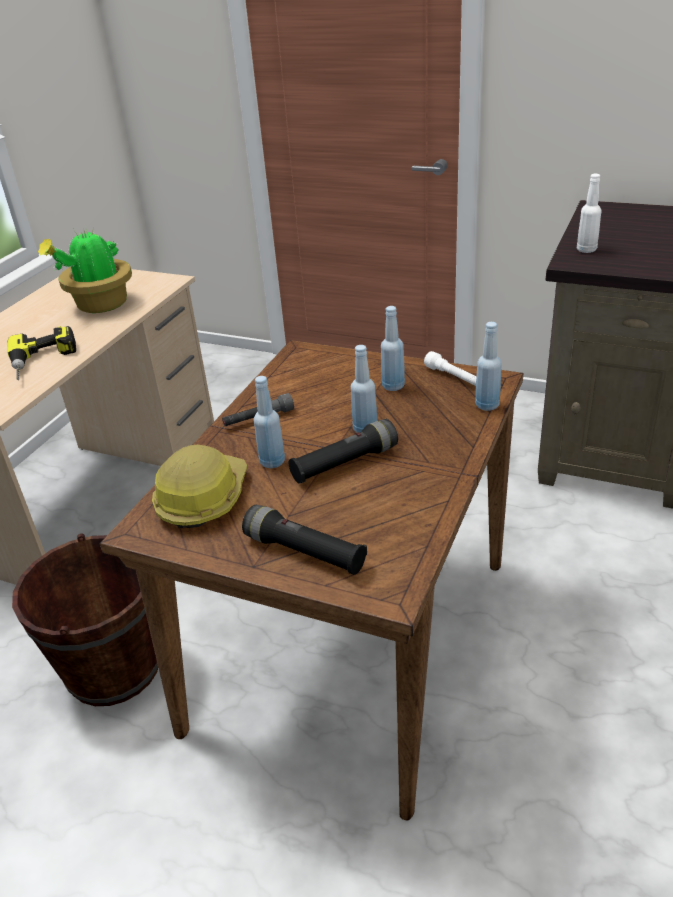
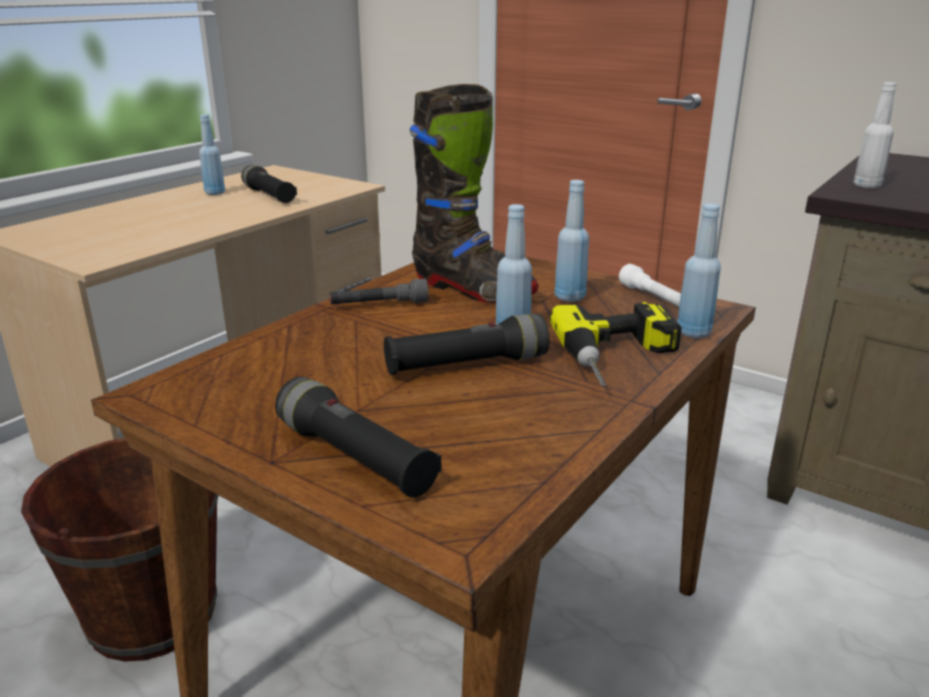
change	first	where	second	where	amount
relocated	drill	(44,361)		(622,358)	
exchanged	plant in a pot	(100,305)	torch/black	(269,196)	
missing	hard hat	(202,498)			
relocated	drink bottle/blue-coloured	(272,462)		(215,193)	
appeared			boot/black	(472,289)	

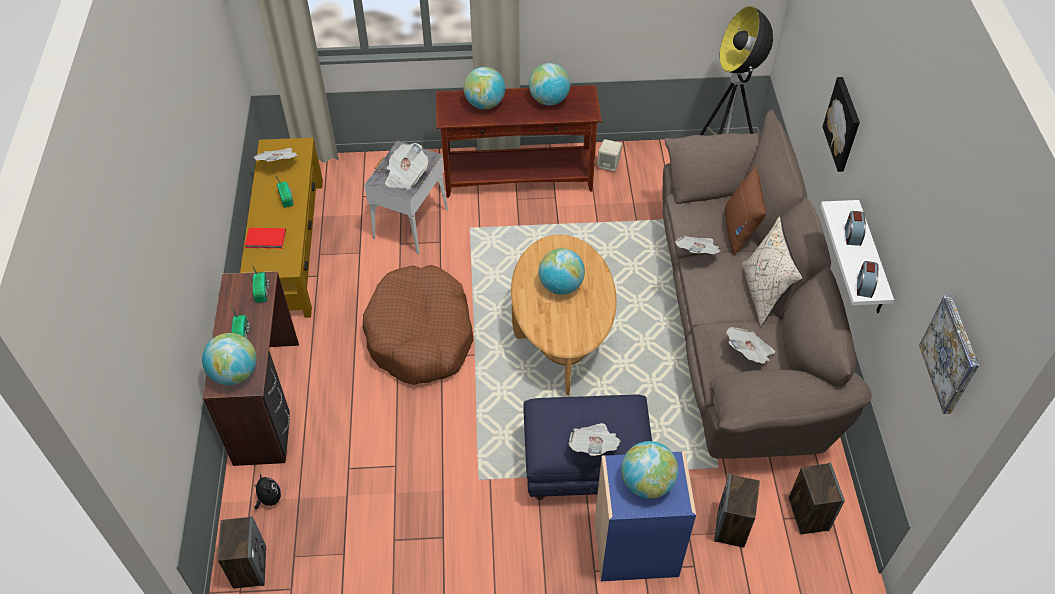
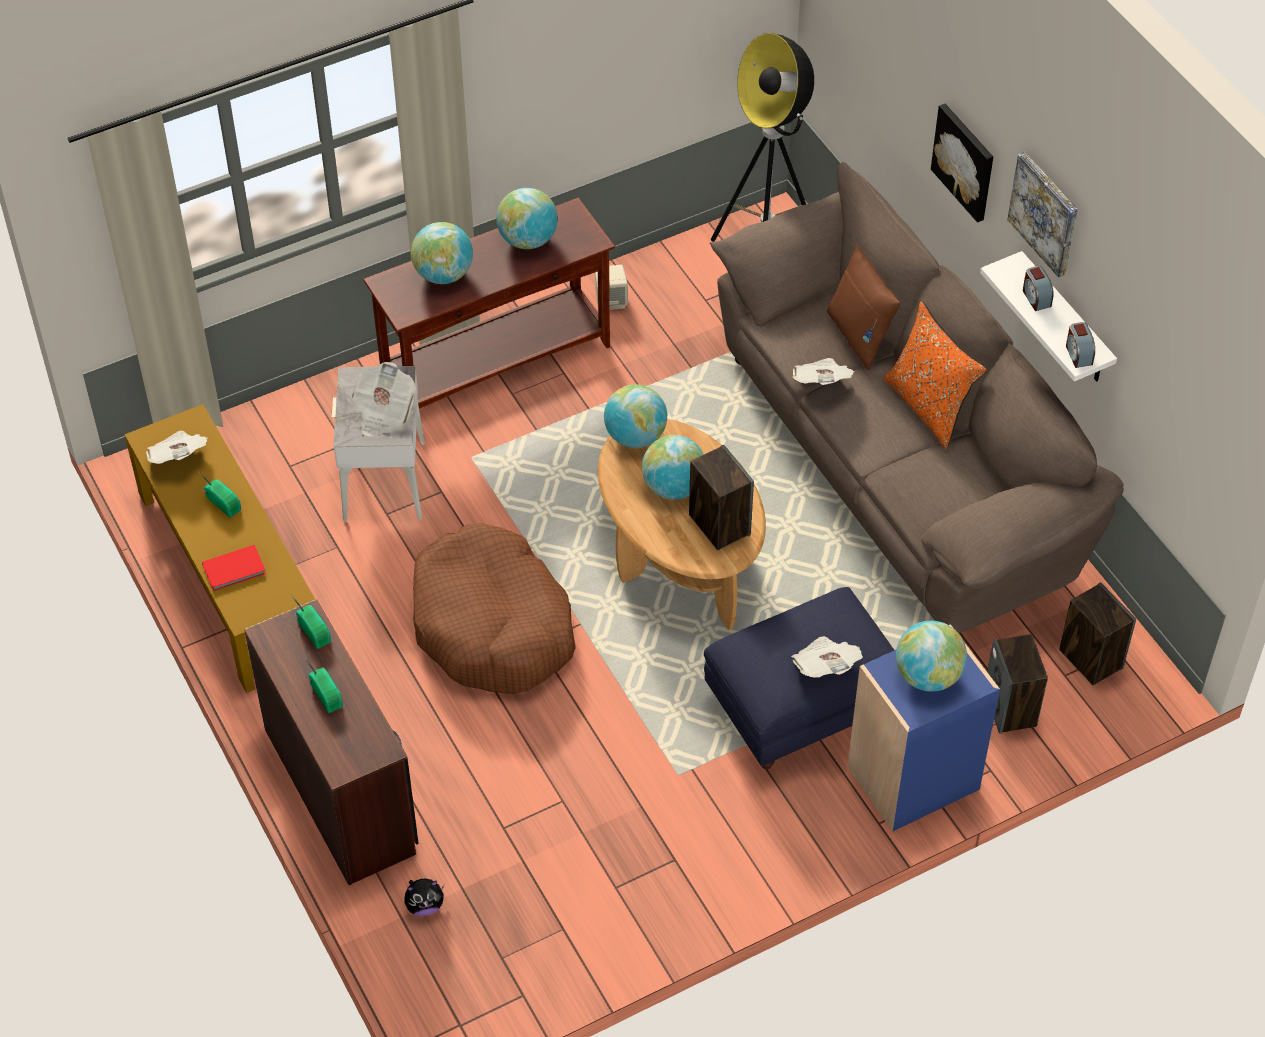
change	first	where	second	where	amount
relocated	world globe	(235,373)		(635,436)	
relocated	audio speaker	(249,567)		(718,524)	
spun	soft toy	(269,499)		(424,906)	135 degrees clockwise
missing	newspaper	(749,353)			
colour	cushion/beige-coloured	(763,294)	cushion/orange	(929,406)	
relocated	wall picture	(951,354)		(1045,213)	

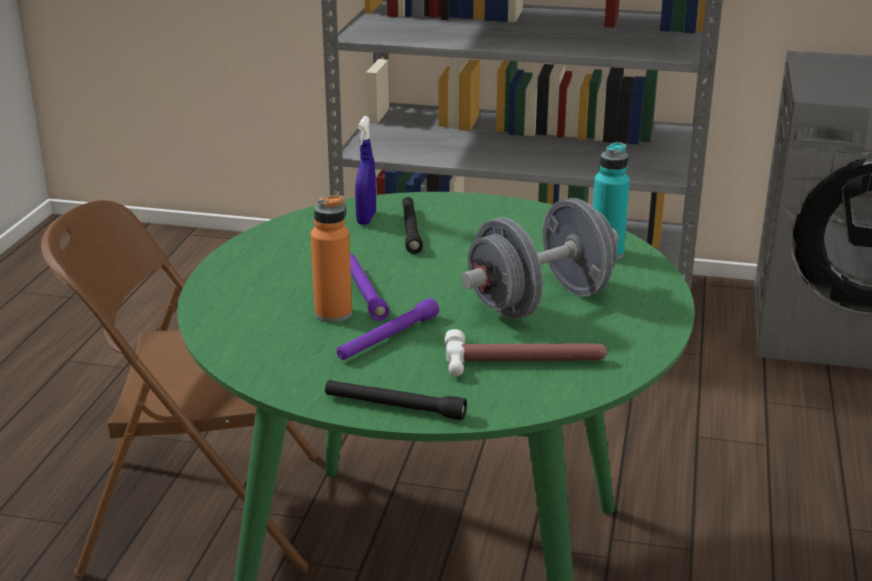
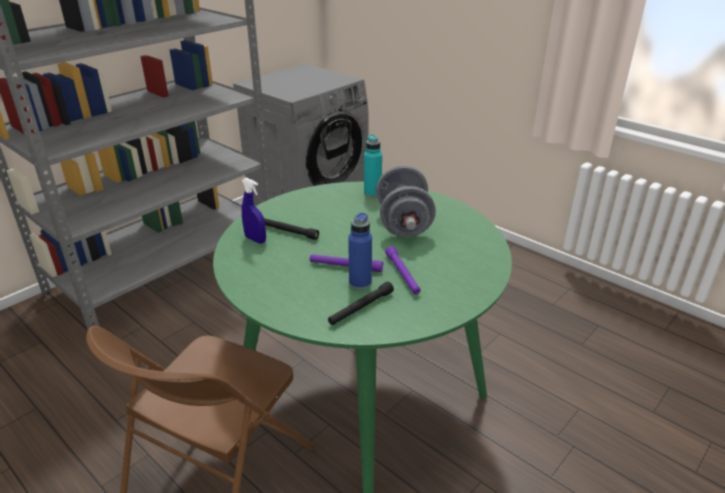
change	first	where	second	where	amount
colour	drink bottle/orange	(333,314)	drink bottle/blue-coloured	(360,283)	
relocated	torch/black	(394,407)		(361,308)	
missing	tool hammer	(526,363)			

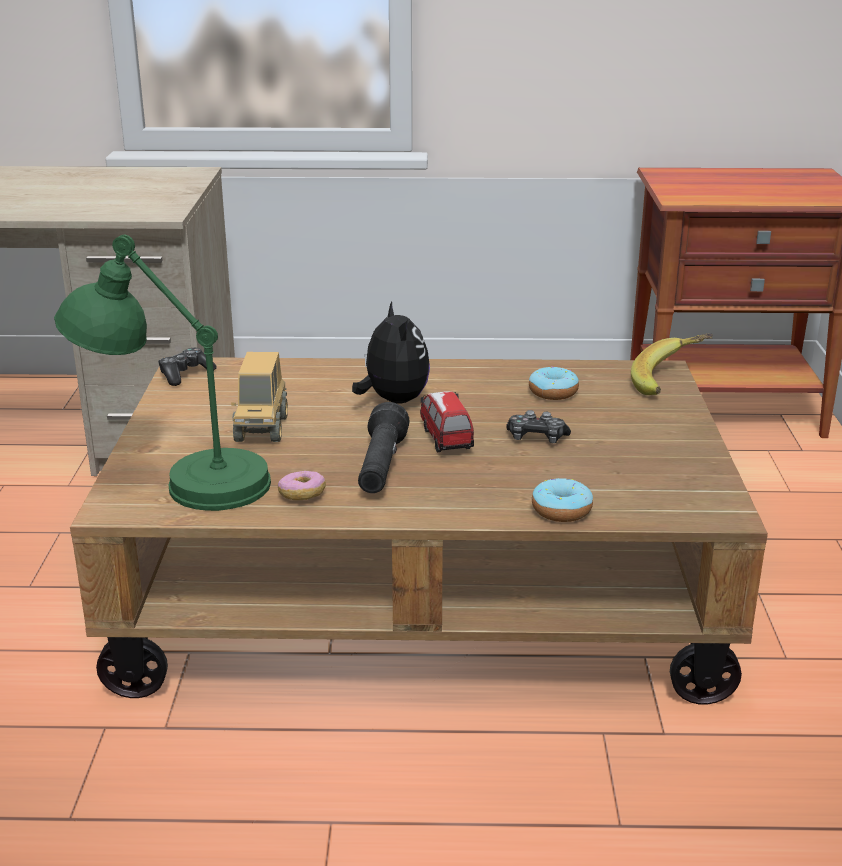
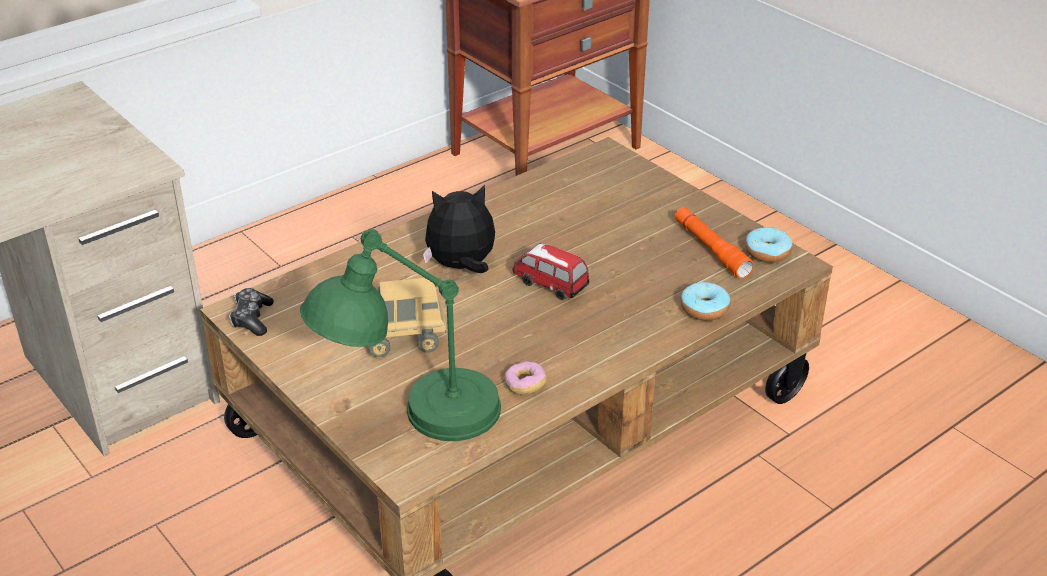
change	first	where	second	where	amount
spun	model truck	(261,429)		(403,342)	120 degrees clockwise
spun	soft toy	(393,400)		(461,267)	45 degrees counterclockwise
missing	torch/black	(381,467)			
missing	joypad	(536,438)			
relocated	doughnut	(553,392)		(767,252)	
missing	banana	(671,383)			
appeared			torch/orange	(711,249)	

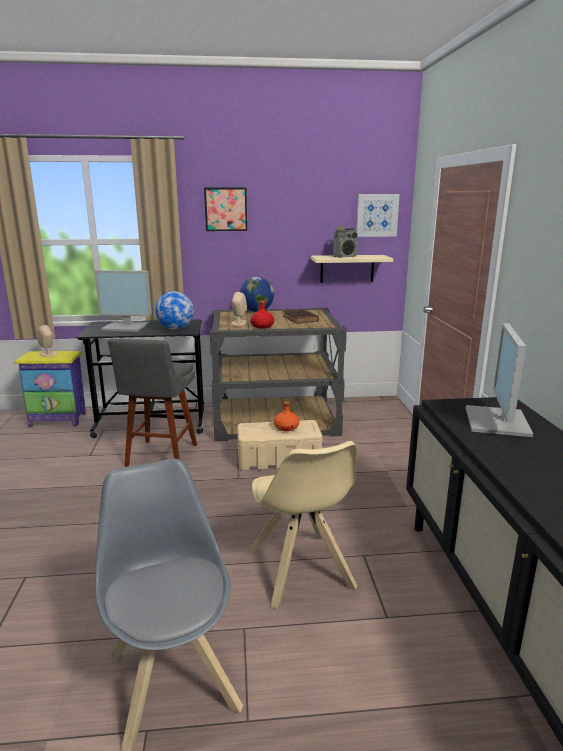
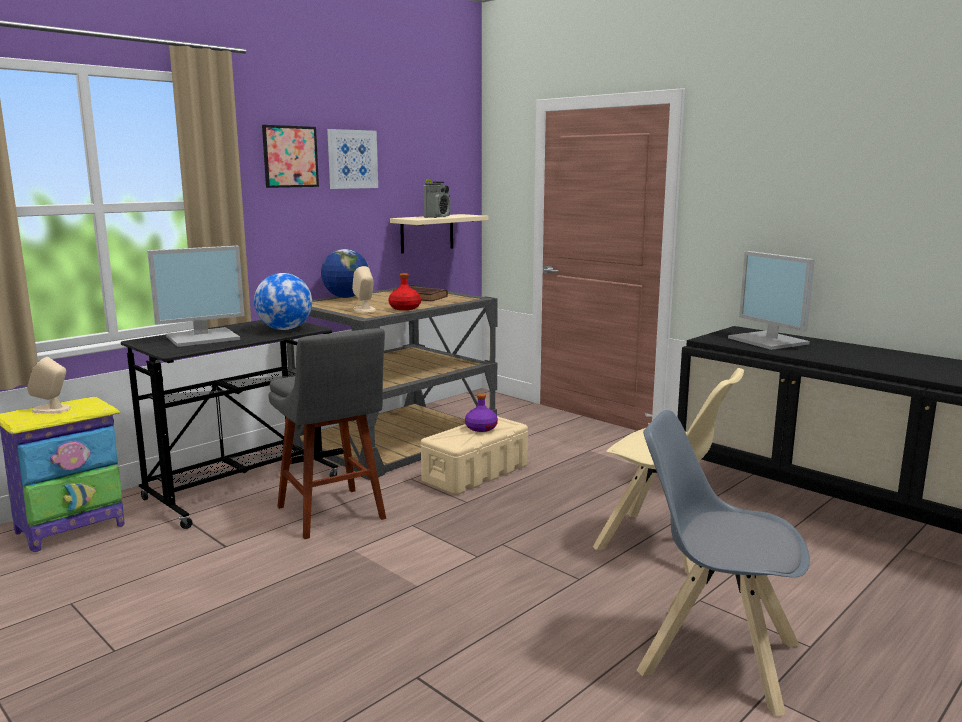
change	first	where	second	where	amount
colour	drink bottle/orange	(286,427)	drink bottle/purple-coloured	(481,428)	
relocated	wall picture	(377,215)		(352,159)	

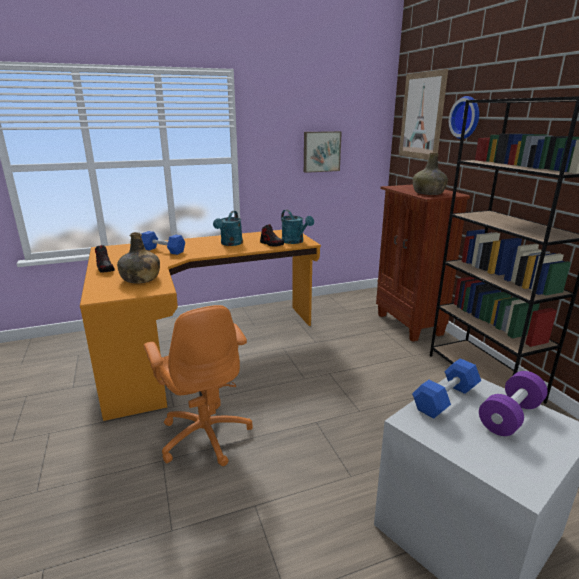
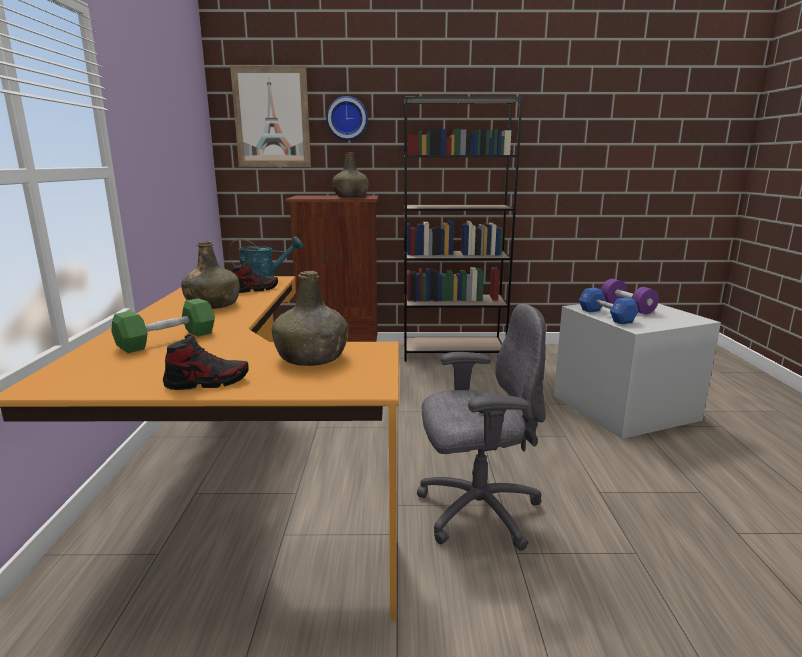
change	first	where	second	where	amount
colour	hand weight/blue-coloured	(163,250)	hand weight/green-coloured	(167,340)	
colour	computer chair/orange	(205,434)	computer chair/grey	(476,511)	
exchanged	sprinkling can/turquoise	(230,244)	drink bottle/green-coloured	(213,305)	
missing	wall picture	(321,151)			

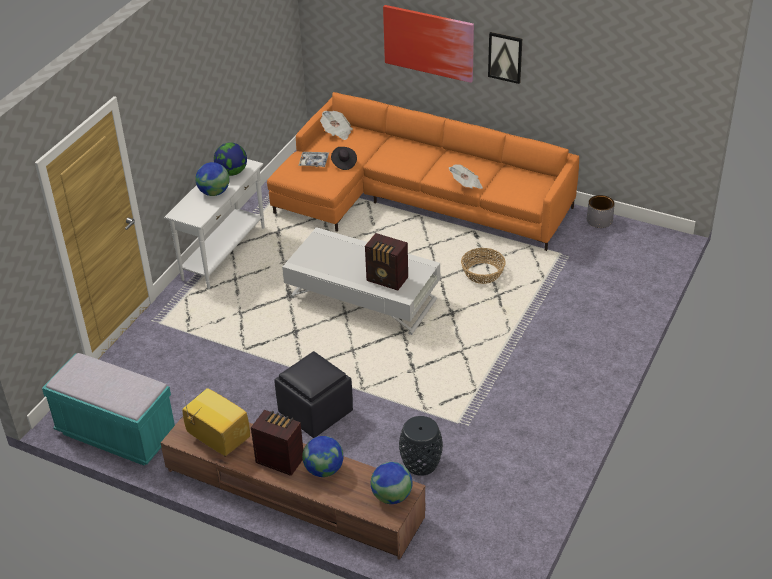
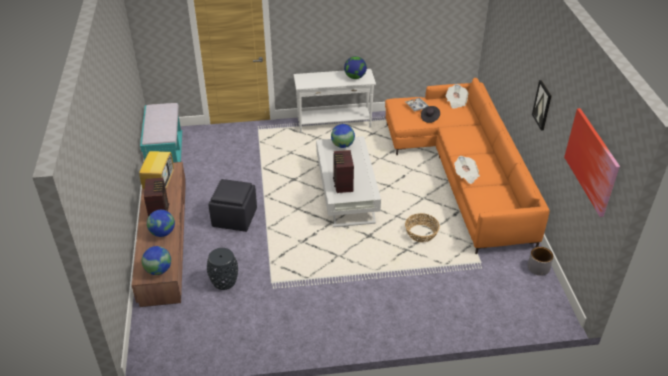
change	first	where	second	where	amount
relocated	world globe	(214,192)		(342,145)	
relocated	wall picture	(429,42)		(592,161)	

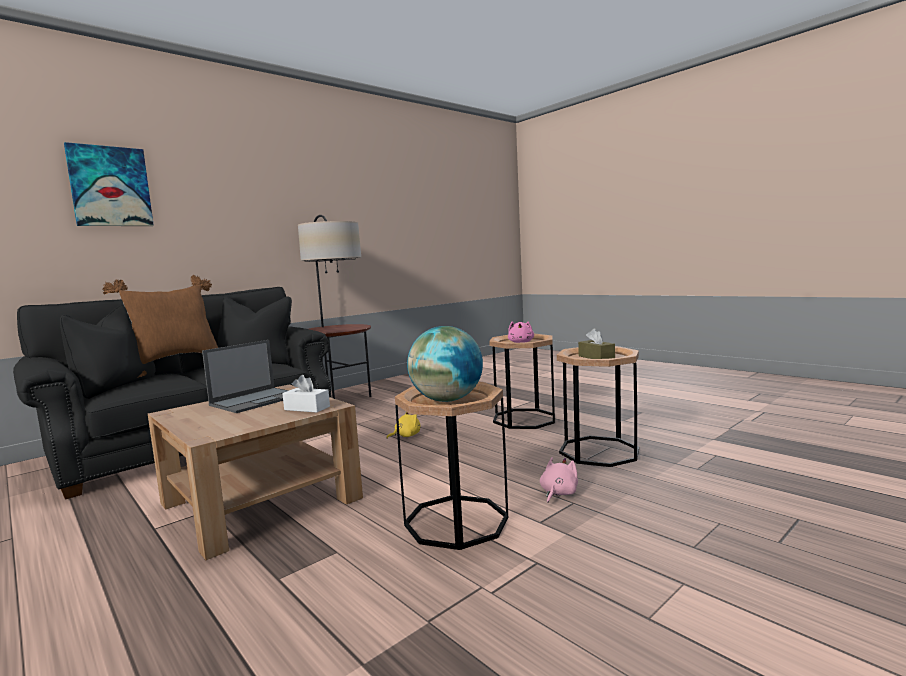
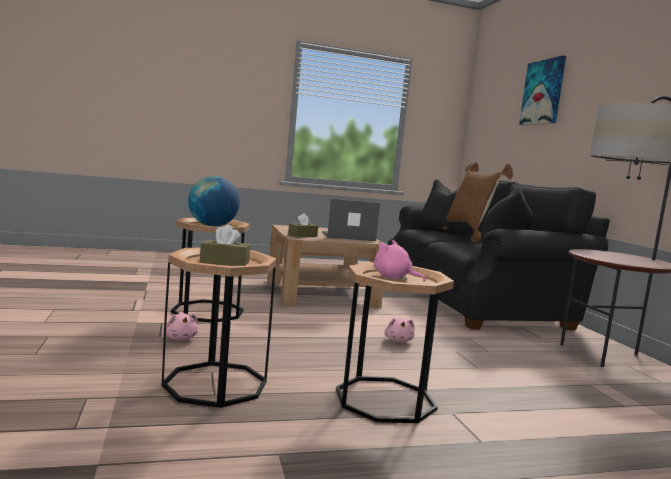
change	first	where	second	where	amount
spun	portable computer	(257,400)		(347,236)	105 degrees clockwise
colour	tissue box/white	(307,408)	tissue box/brown-coloured	(302,236)	
colour	soft toy/yellowish	(406,436)	soft toy/pink-coloured	(398,341)	

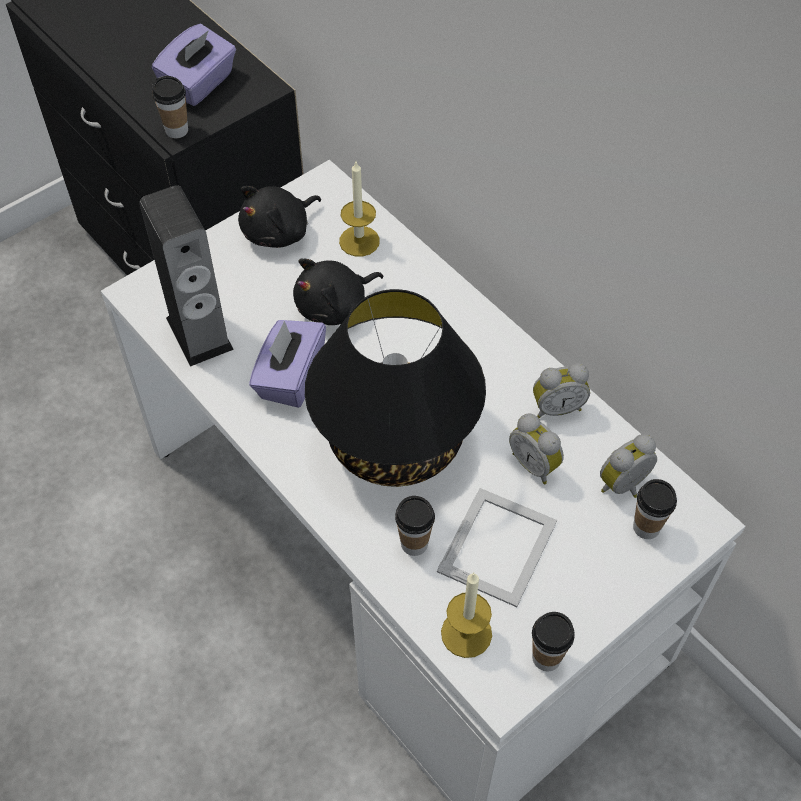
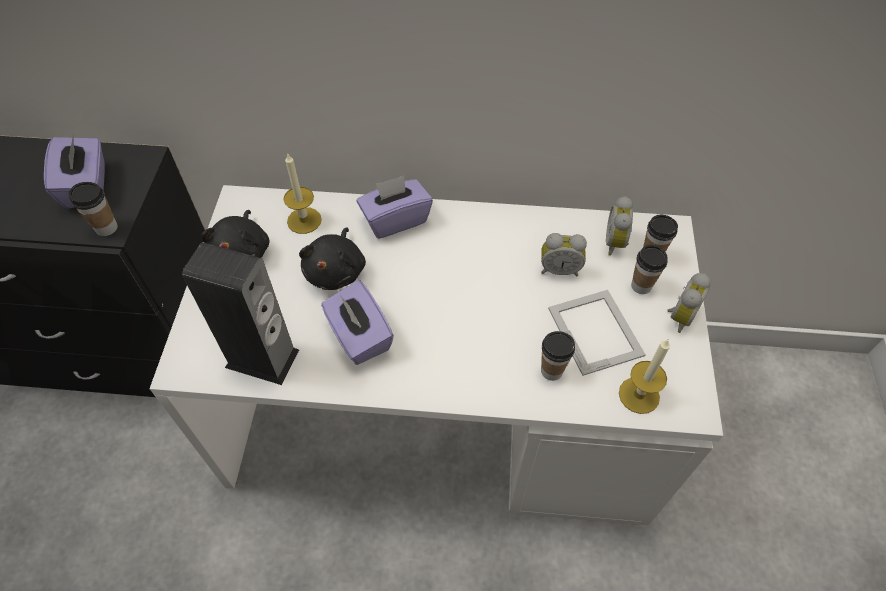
change	first	where	second	where	amount
missing	table lamp/black	(394,440)			
relocated	drinking cup	(546,658)		(641,286)	
relocated	bedside clock	(556,407)		(679,316)	
appeared			tissue box/purple-coloured	(395,219)	

